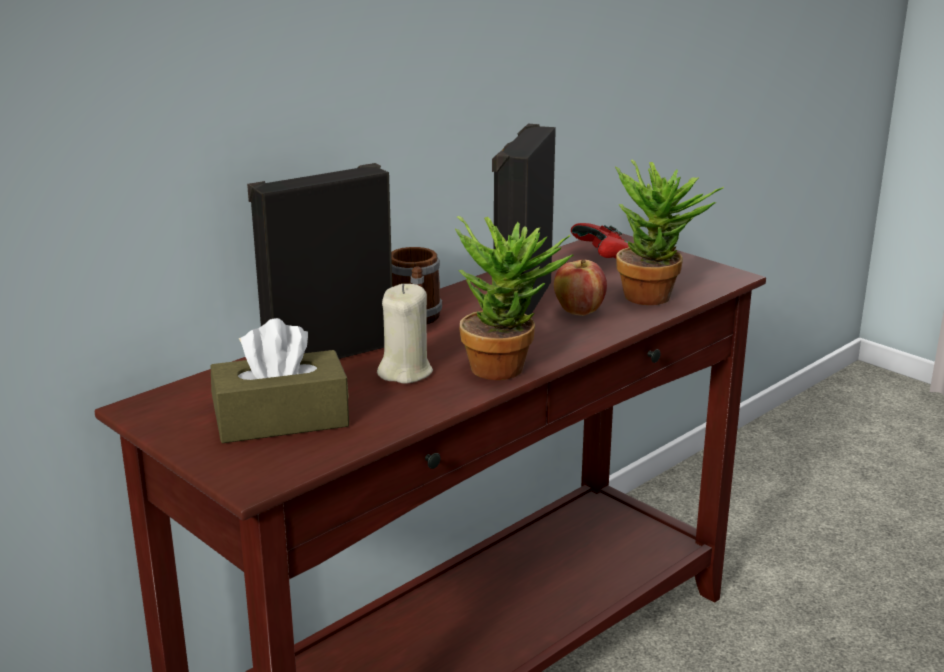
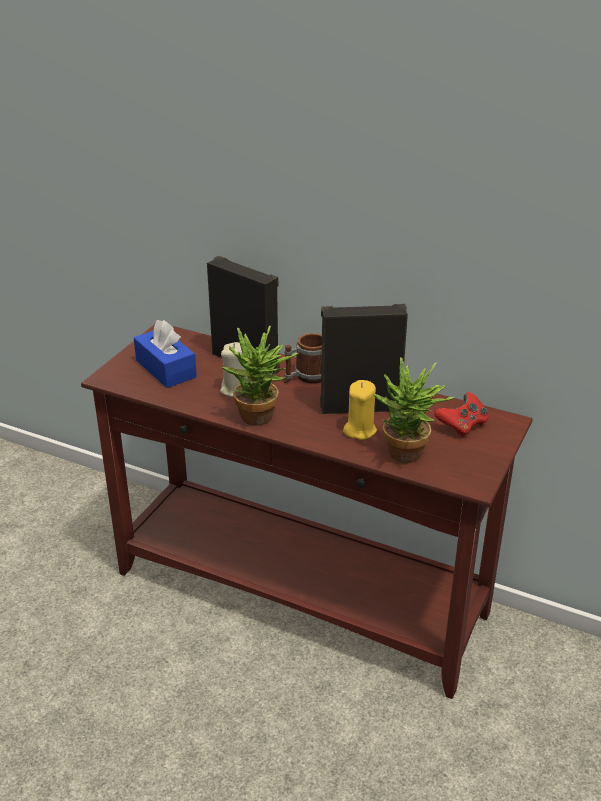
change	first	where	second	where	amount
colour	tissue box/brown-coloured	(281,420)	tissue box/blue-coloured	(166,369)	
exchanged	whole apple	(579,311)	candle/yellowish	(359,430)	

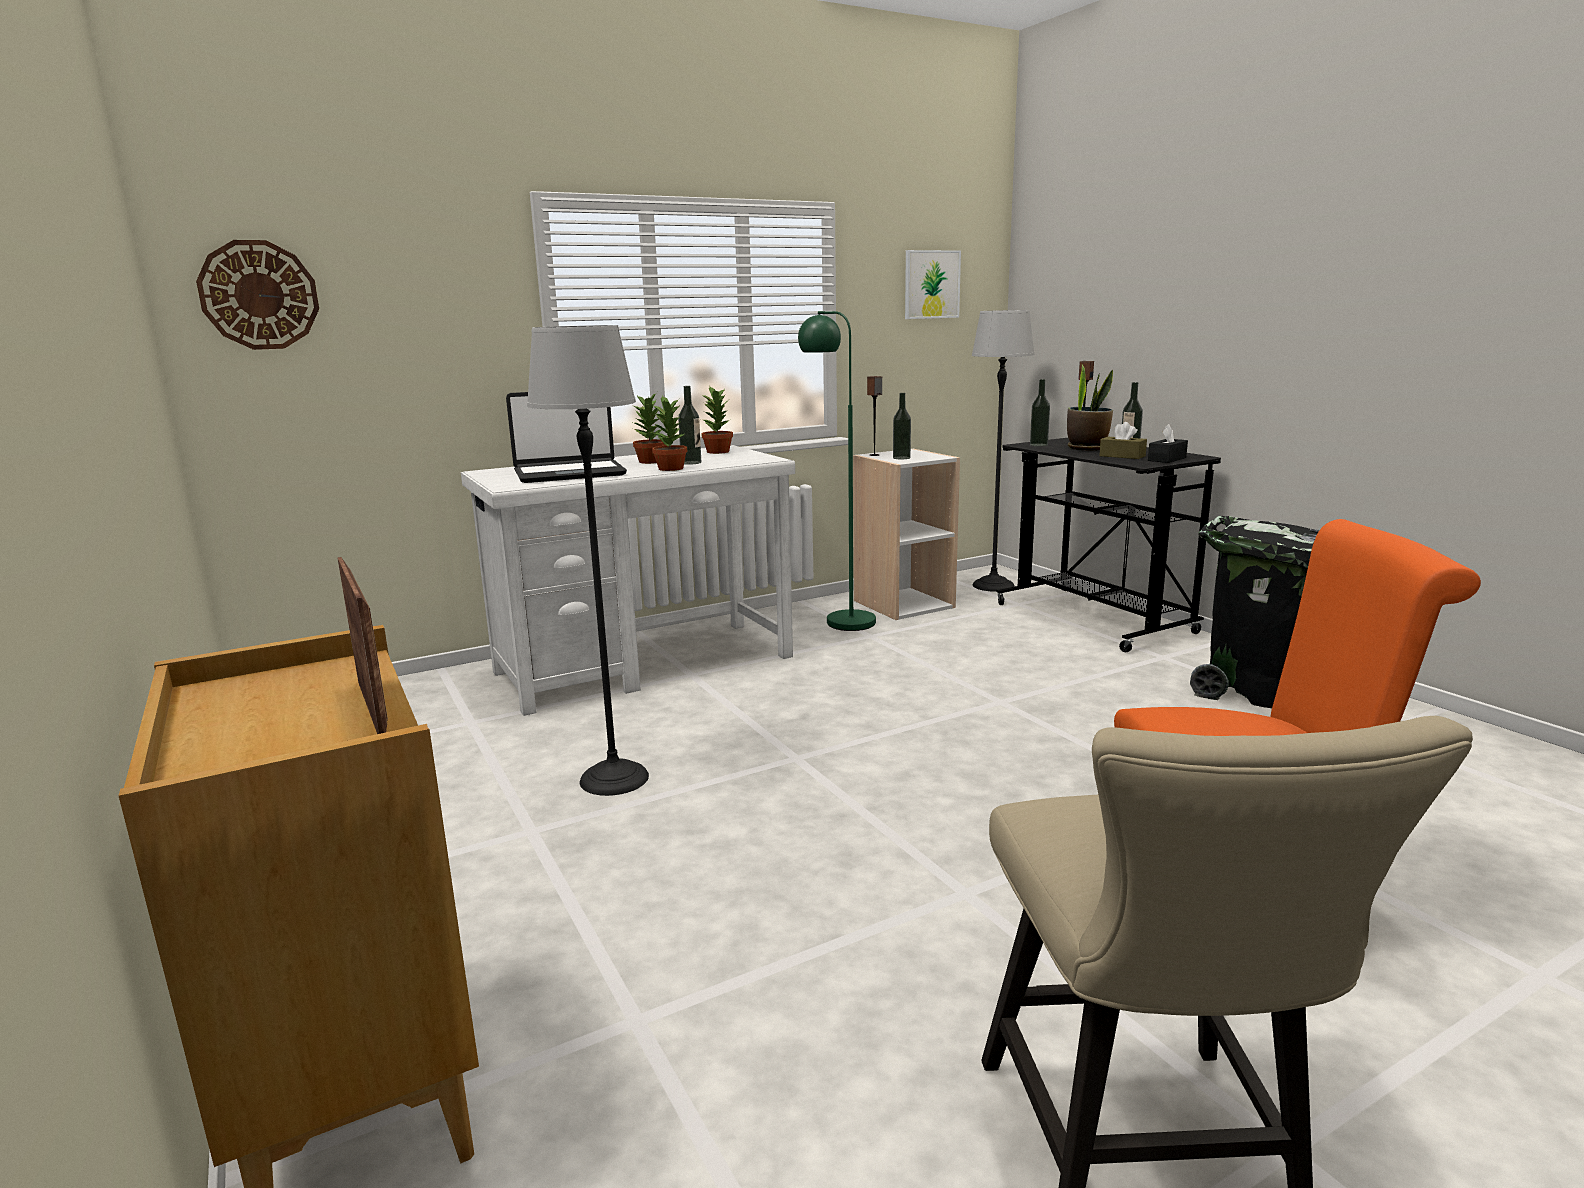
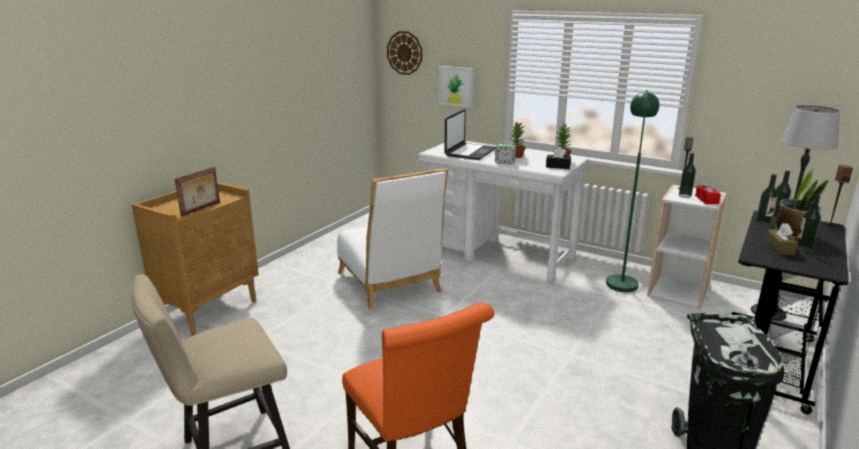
change	first	where	second	where	amount
spun	portable computer	(569,473)		(470,152)	105 degrees counterclockwise
exchanged	standing lamp	(614,779)	chair/white	(391,285)	
exchanged	plant in a pot	(671,468)	bedside clock	(504,163)	
relocated	drink bottle	(691,462)		(763,224)	
relocated	wall picture	(931,284)		(456,86)	
relocated	tissue box/black	(1167,459)		(558,166)	
appeared			tissue box/red	(706,200)	

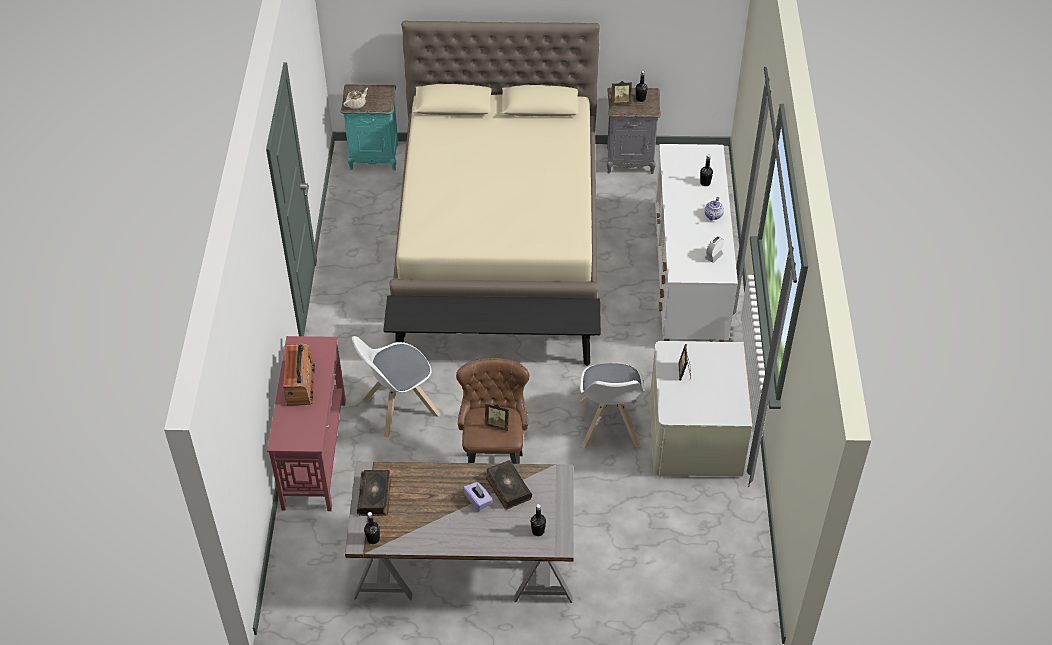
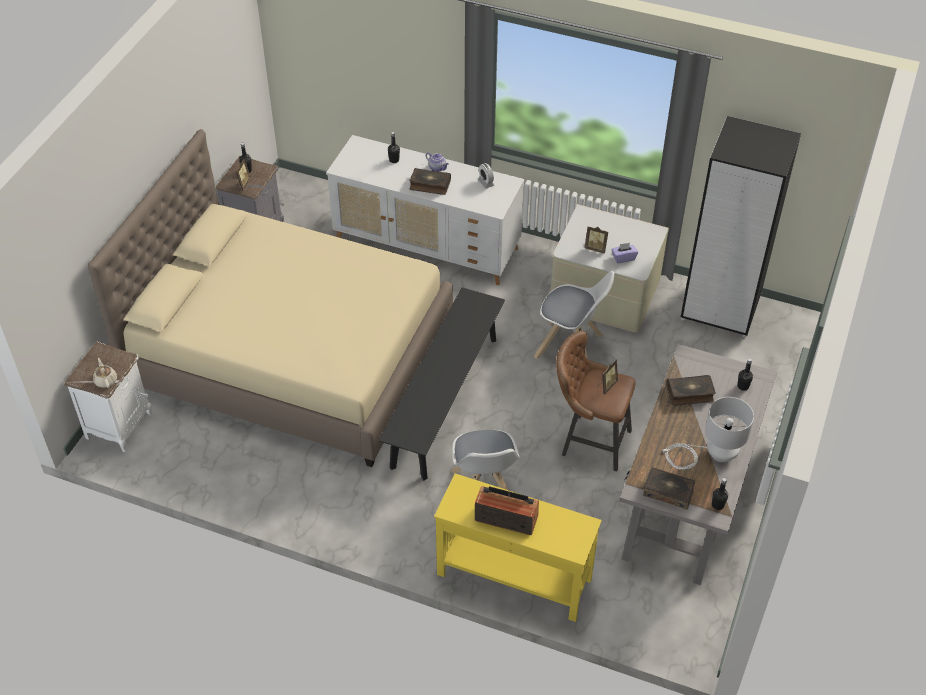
change	first	where	second	where	amount
colour	hall table/red	(315,453)	hall table/yellowish	(513,576)	
colour	nightstand/turquoise	(374,157)	nightstand/white	(120,426)	
relocated	tissue box/purple-coloured	(478,501)		(623,258)	
appeared			volume	(430,185)	
appeared			table lamp/white	(705,455)	
appeared			armoire	(720,309)	

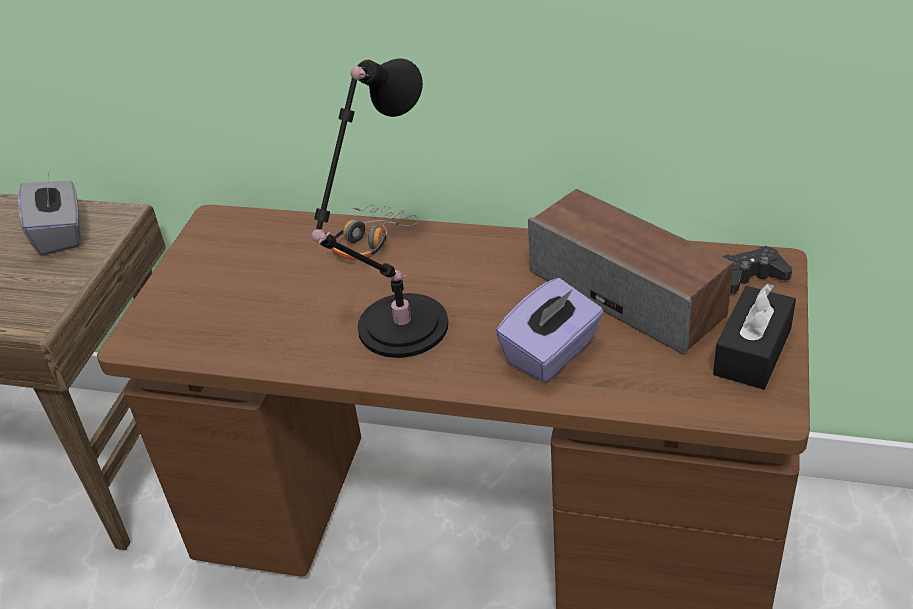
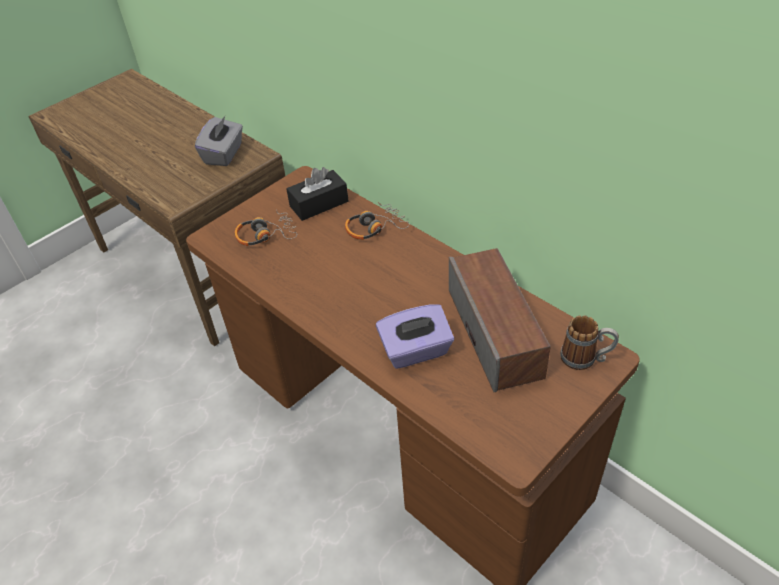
change	first	where	second	where	amount
missing	table lamp/black	(398,331)			
relocated	tissue box/black	(752,351)		(319,204)	
exchanged	joypad/black	(751,277)	tea mug	(585,359)	
appeared			pair of headphones	(266,235)	

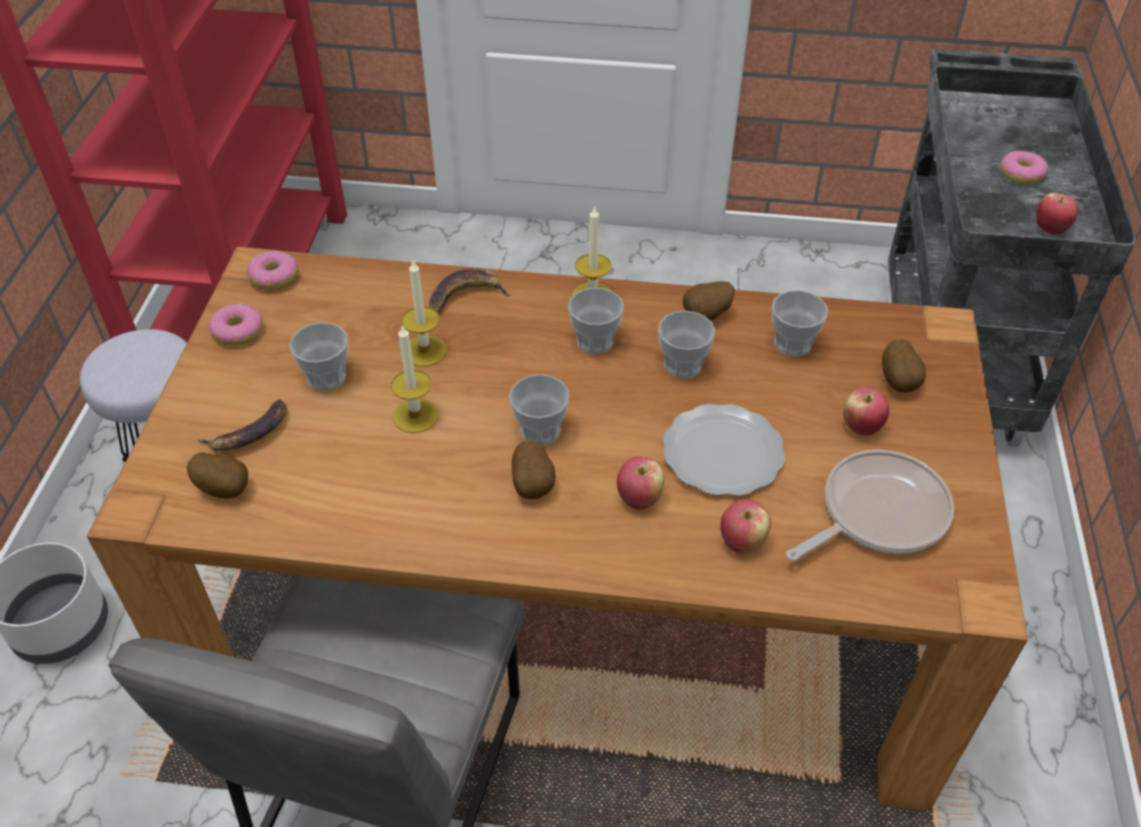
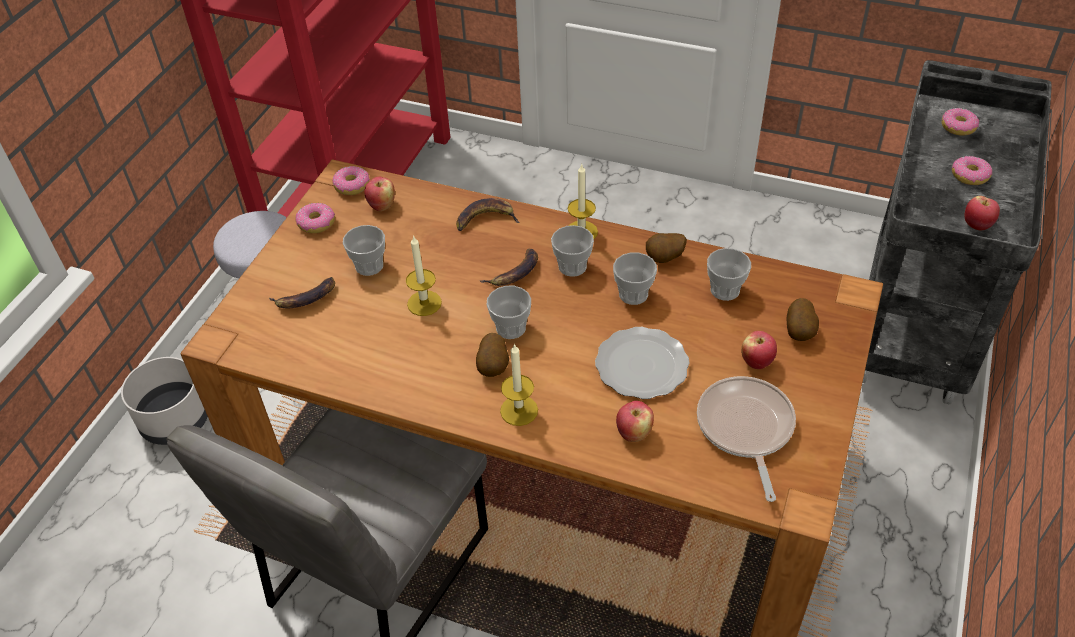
change	first	where	second	where	amount
missing	potato	(225,488)			
relocated	candle	(425,351)		(519,410)	
relocated	whole apple	(639,498)		(382,205)	
spun	skillet	(877,513)		(745,429)	75 degrees counterclockwise
appeared			banana	(514,273)	
appeared			doughnut	(958,127)	

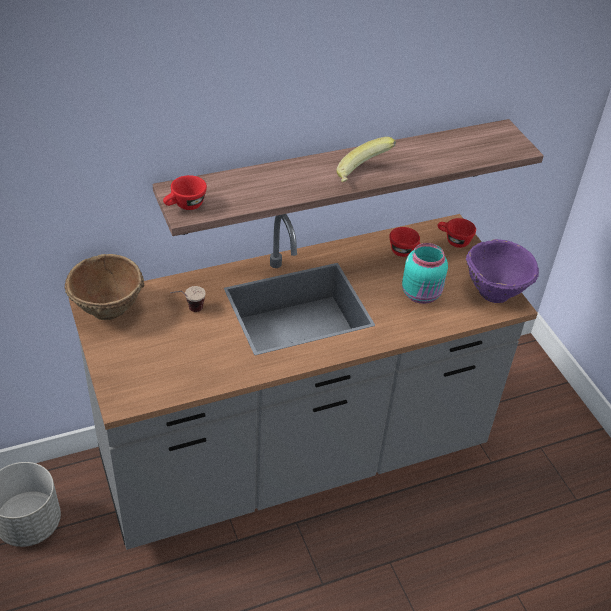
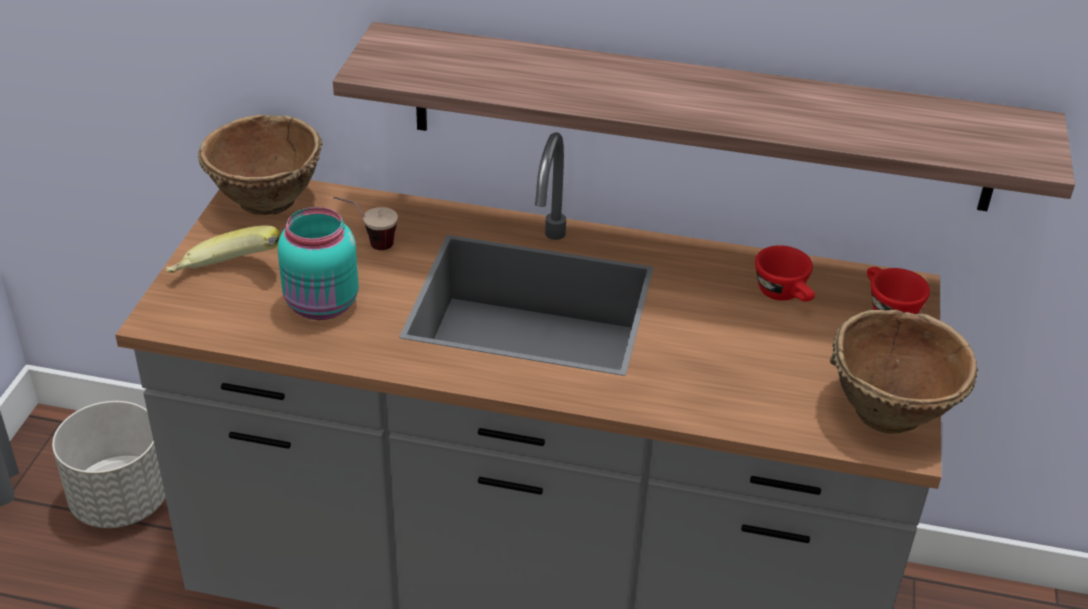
change	first	where	second	where	amount
missing	drinking cup/red	(185,206)			
relocated	banana	(363,175)		(227,276)	
relocated	storage jar/turquoise	(422,294)		(323,305)	
colour	serving bowl/purple-coloured	(495,290)	serving bowl/brown-coloured	(891,410)	

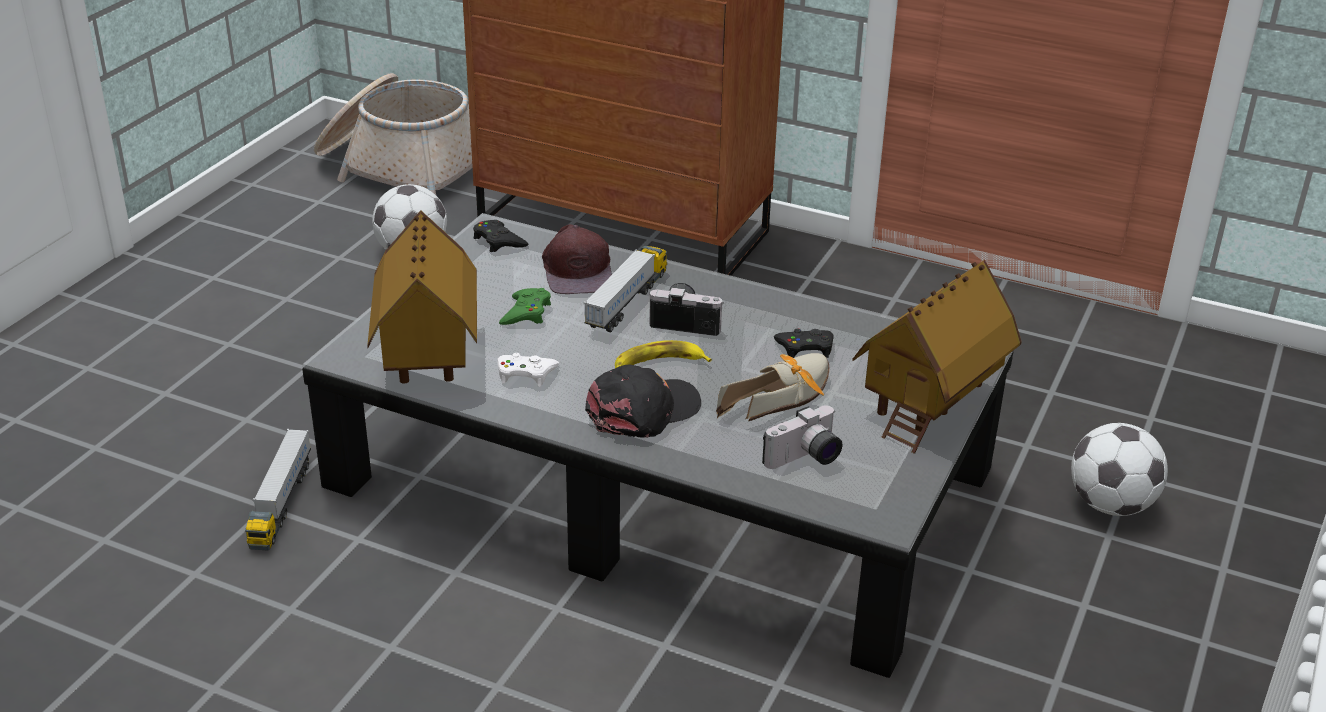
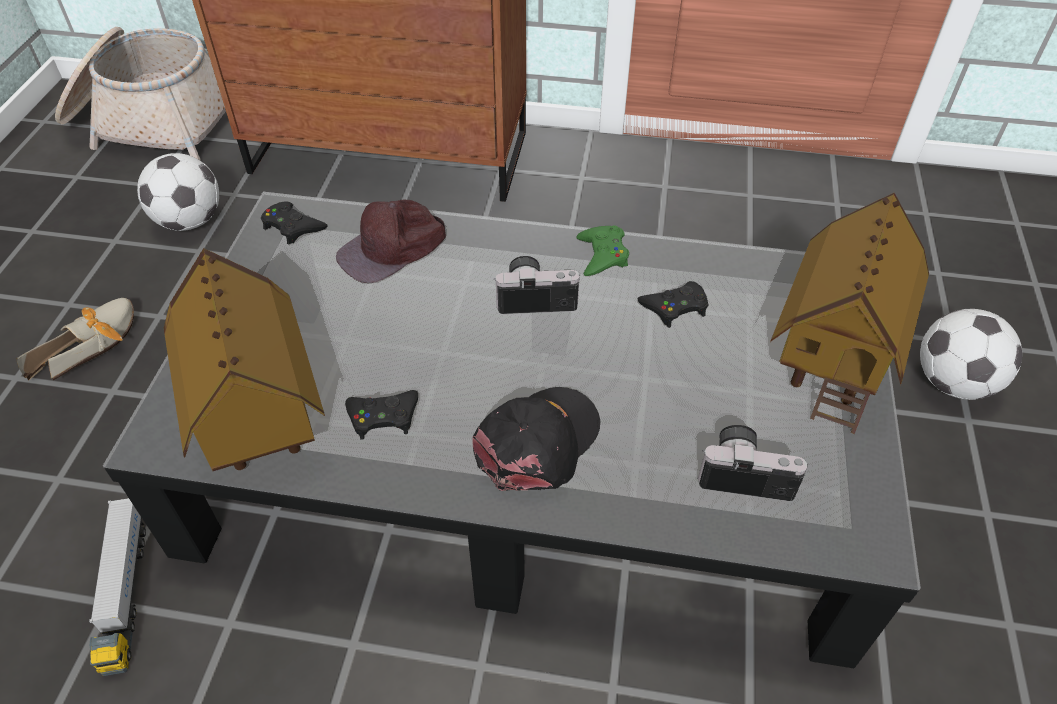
change	first	where	second	where	amount
colour	joypad/white	(525,374)	joypad/black	(383,417)	
relocated	joypad/green-coloured	(526,313)		(602,255)	
spun	baseball cap/brown-coloured	(578,270)		(393,249)	75 degrees clockwise
missing	model truck	(627,302)			
missing	banana	(658,364)			
relocated	low shoe	(783,397)		(94,343)	
spun	photo camera	(805,459)		(746,472)	120 degrees counterclockwise

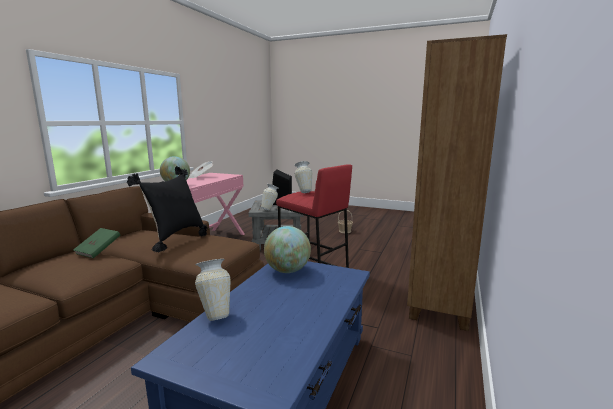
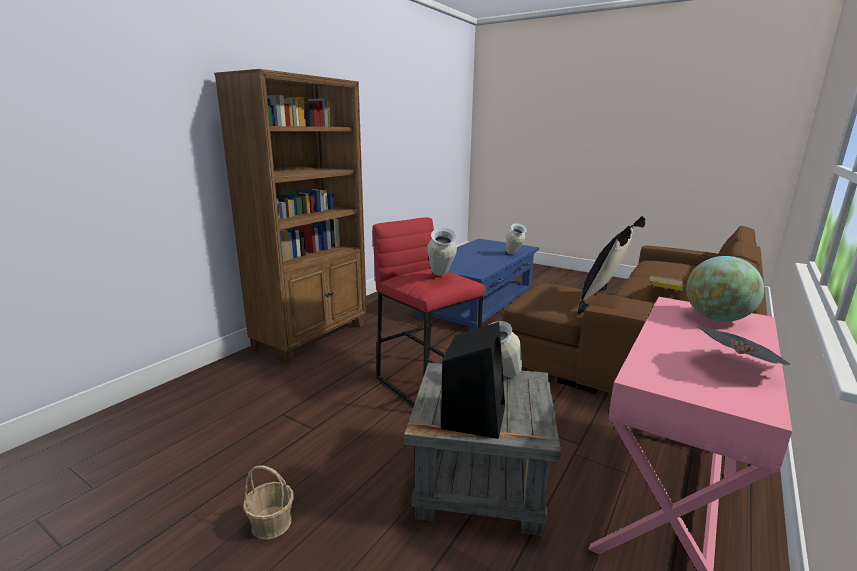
change	first	where	second	where	amount
colour	volume/green-coloured	(98,251)	volume/yellowish	(665,292)	
missing	world globe	(287,271)			

